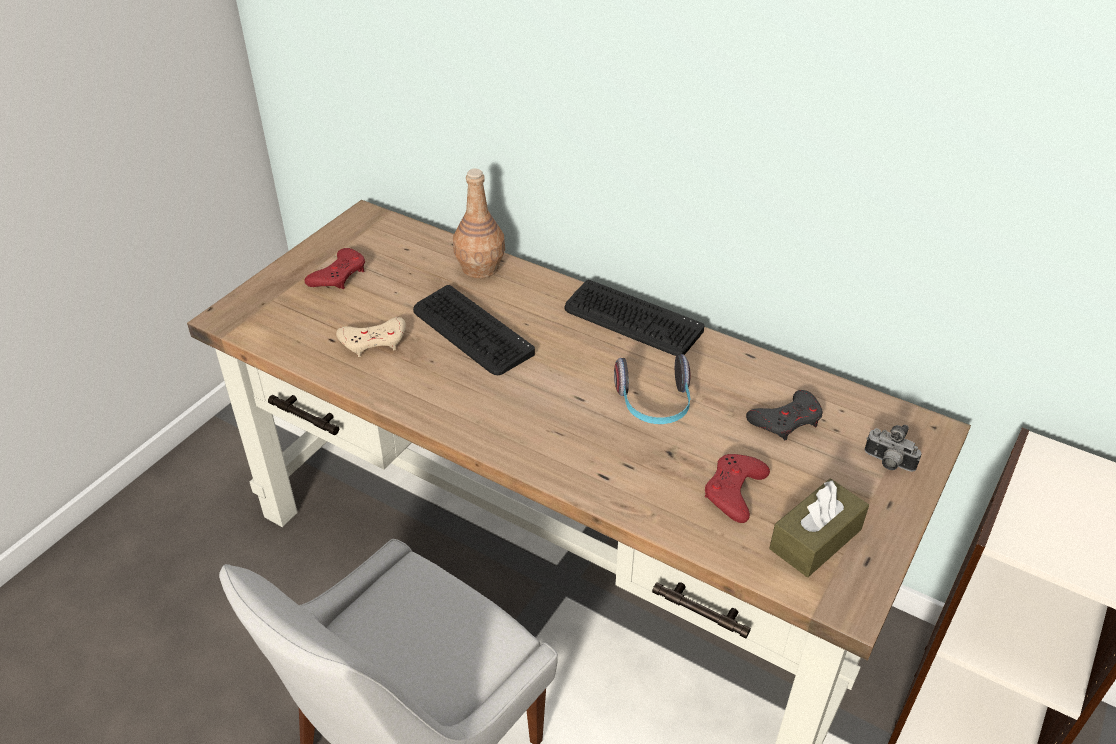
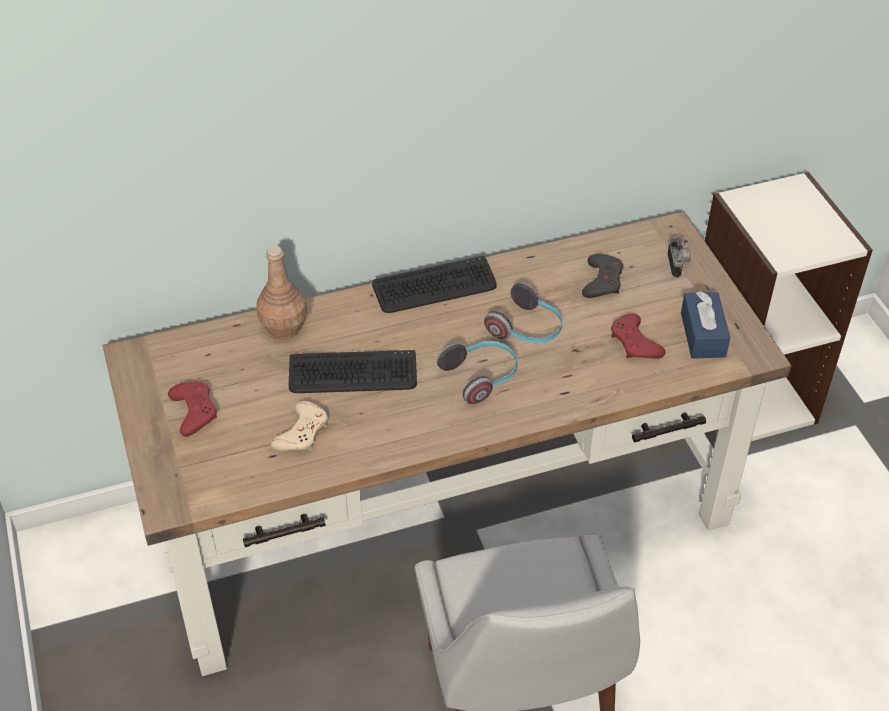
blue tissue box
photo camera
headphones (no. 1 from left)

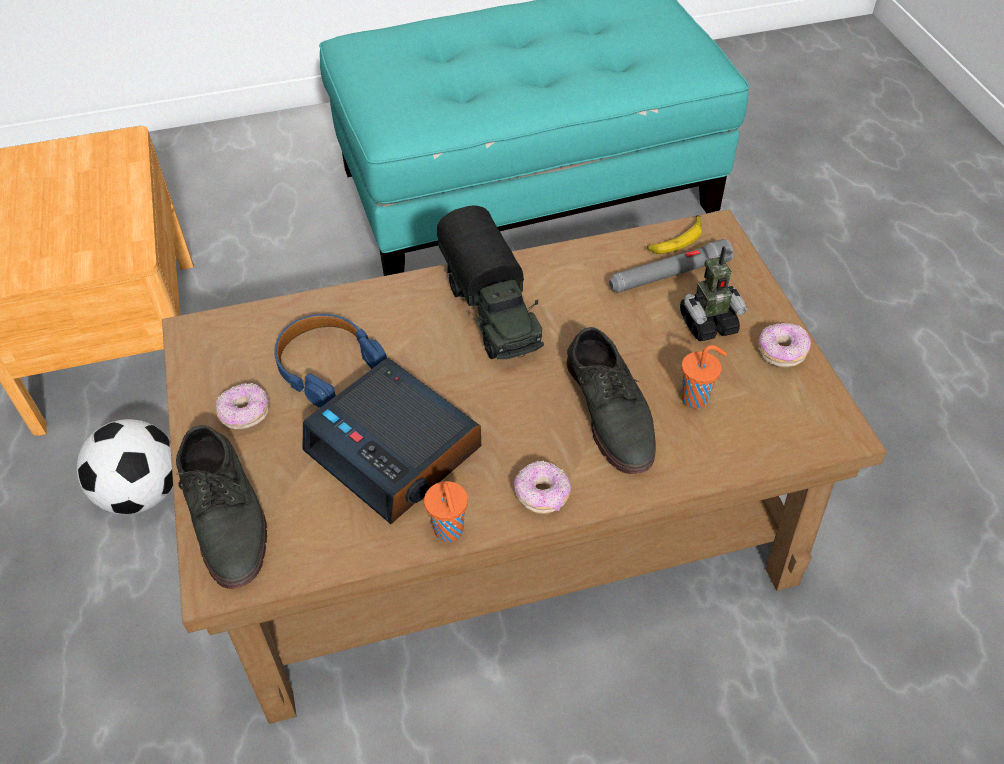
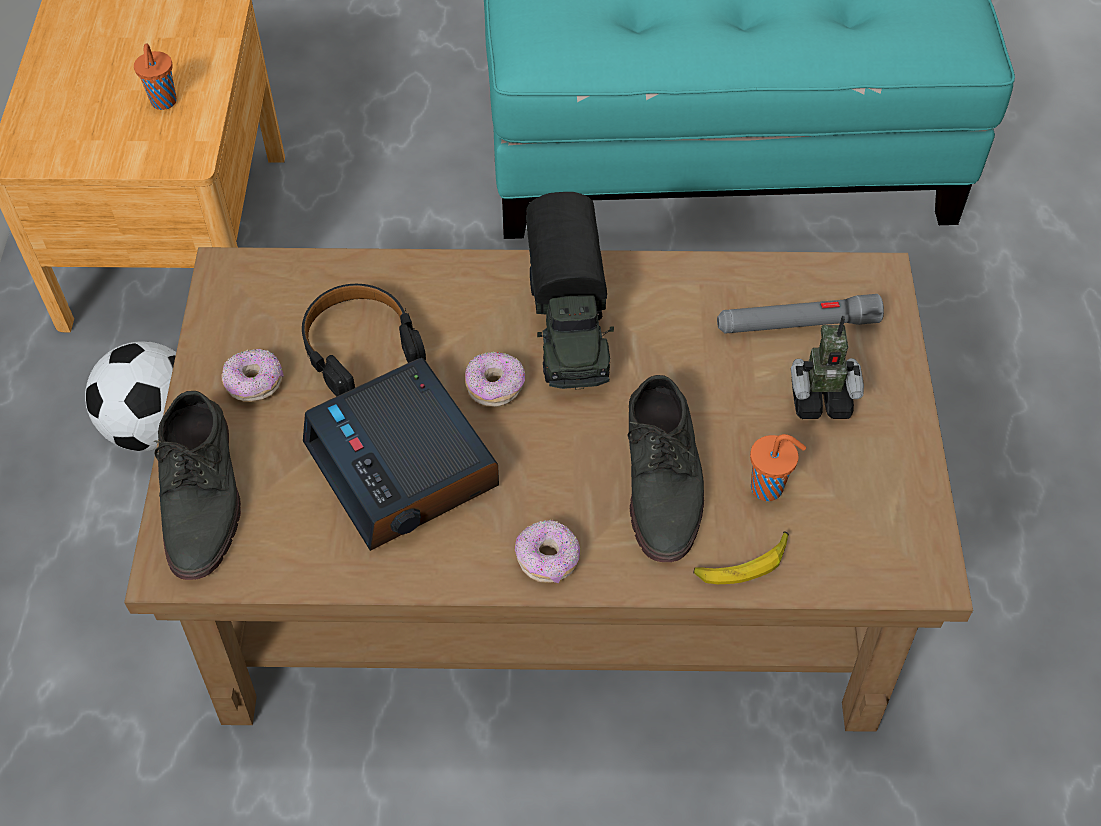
black headphones
orange cup (no. 1 from left)
banana
donut (no. 2 from left)

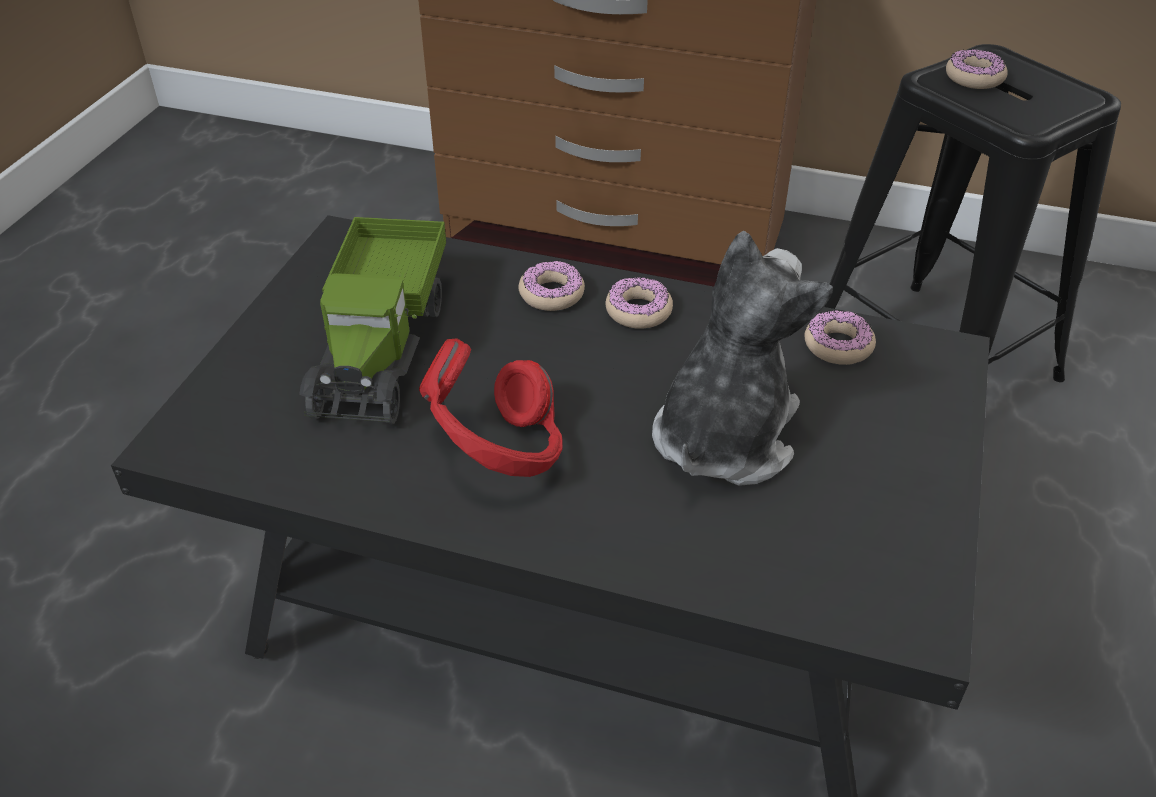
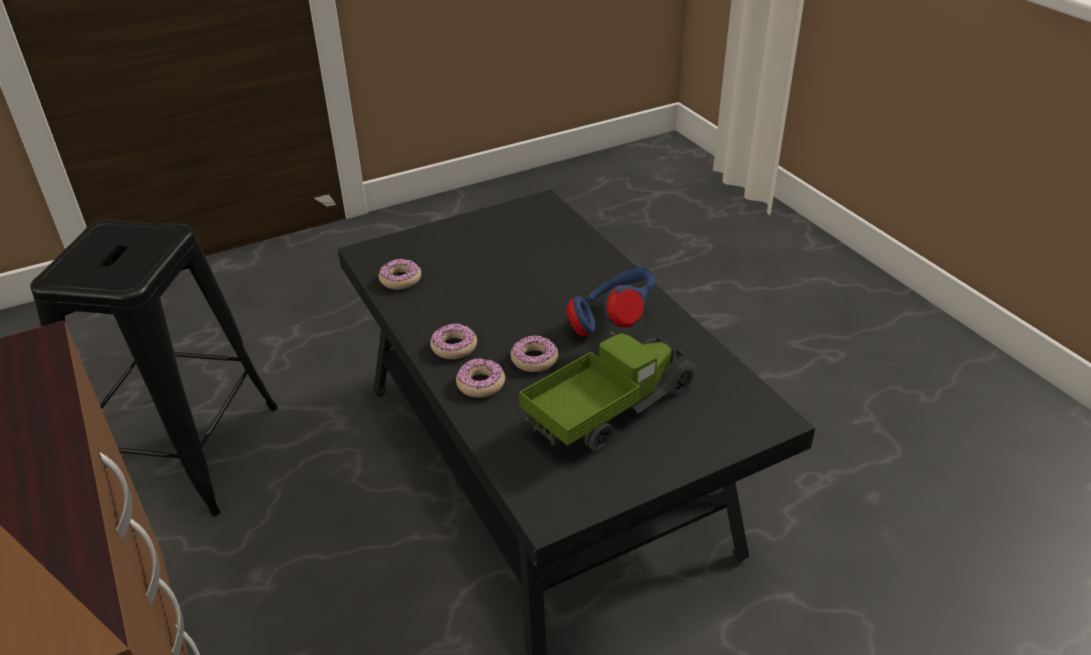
blue headphones
plush toy
donut (no. 4 from left)

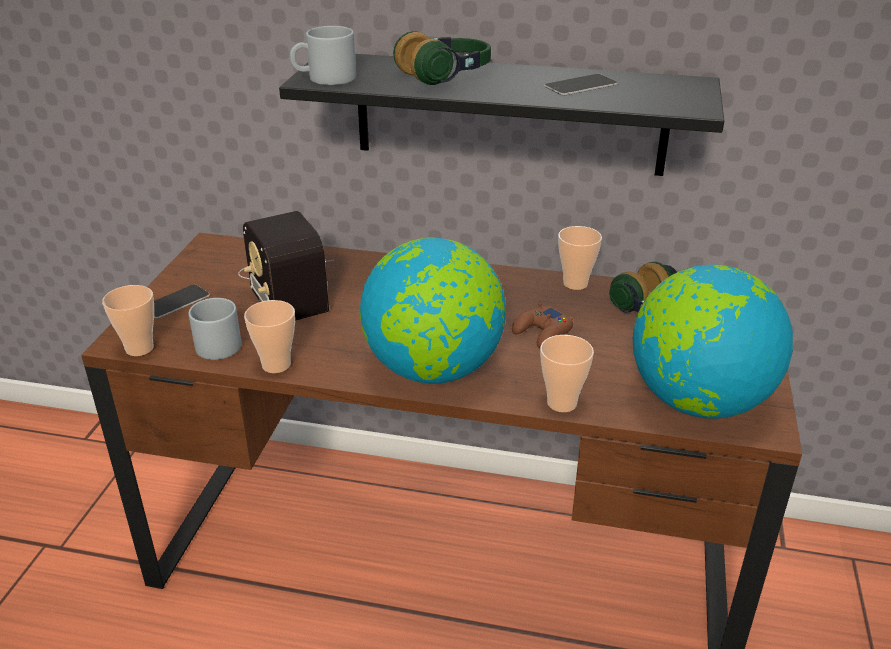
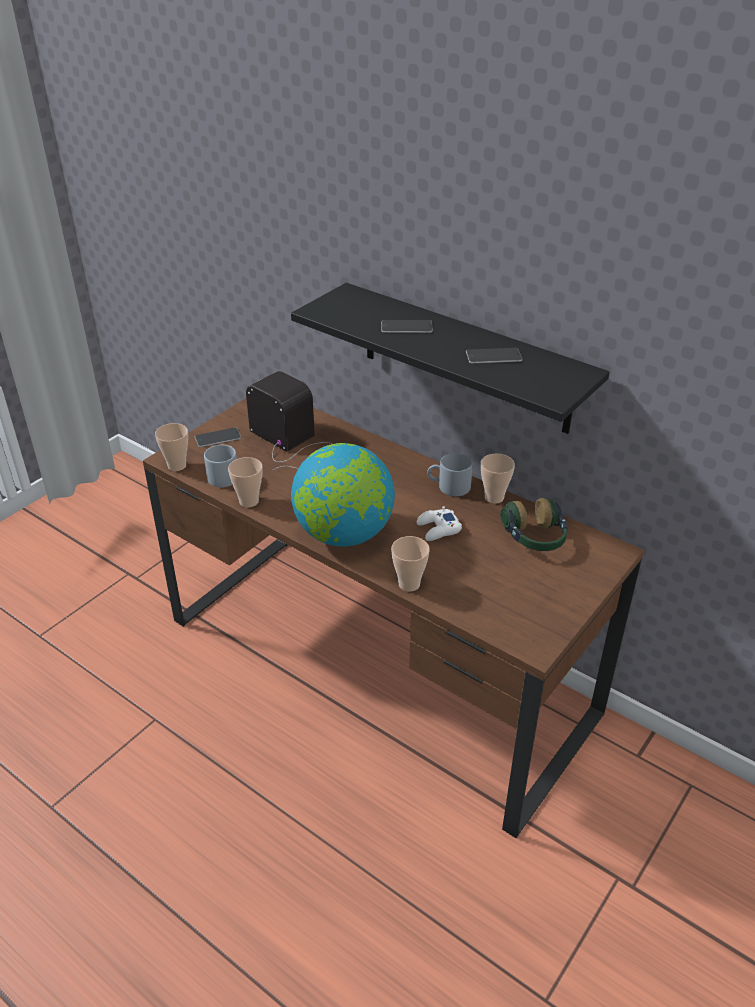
radio
grey mug (no. 2 from left)
phone (no. 2 from left)
white game controller
globe (no. 2 from left in the first image)

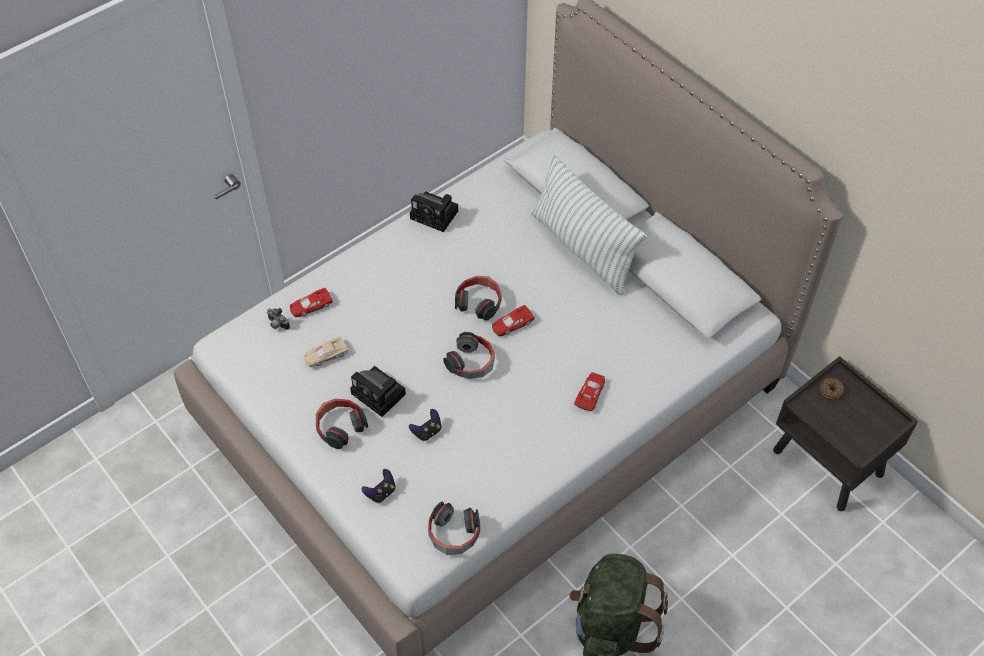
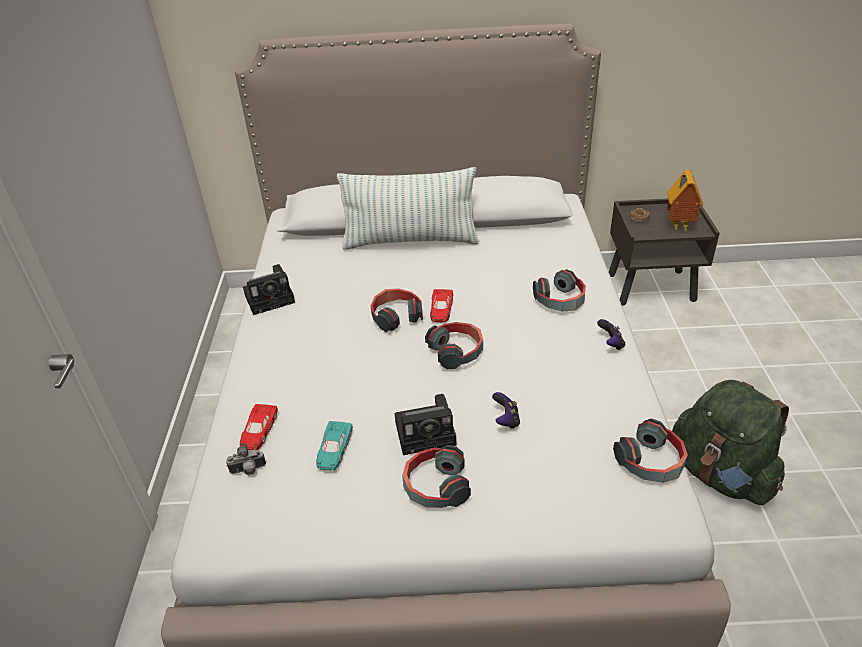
turquoise toy car
game controller (no. 2 from left)
headphones (no. 4 from left)
toy house

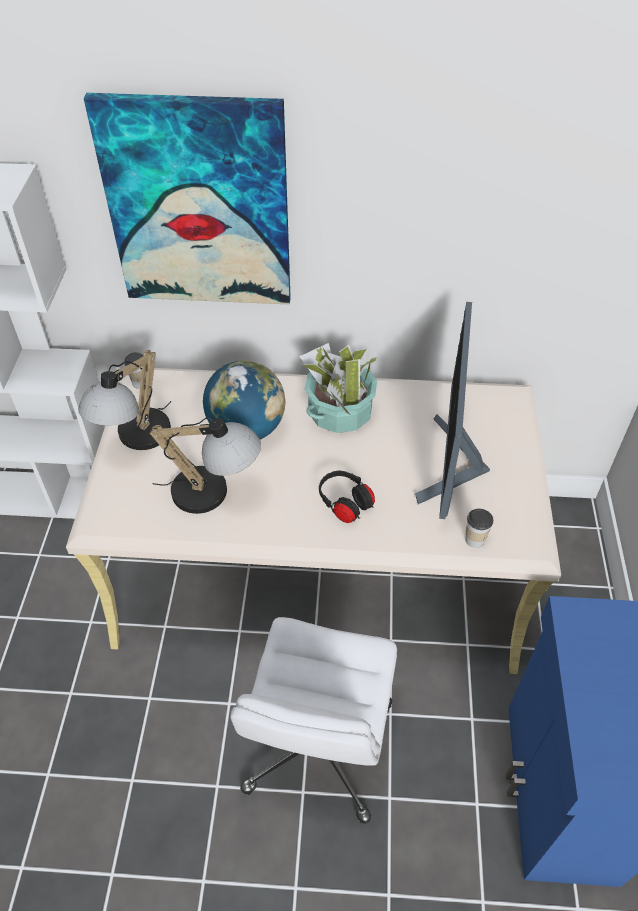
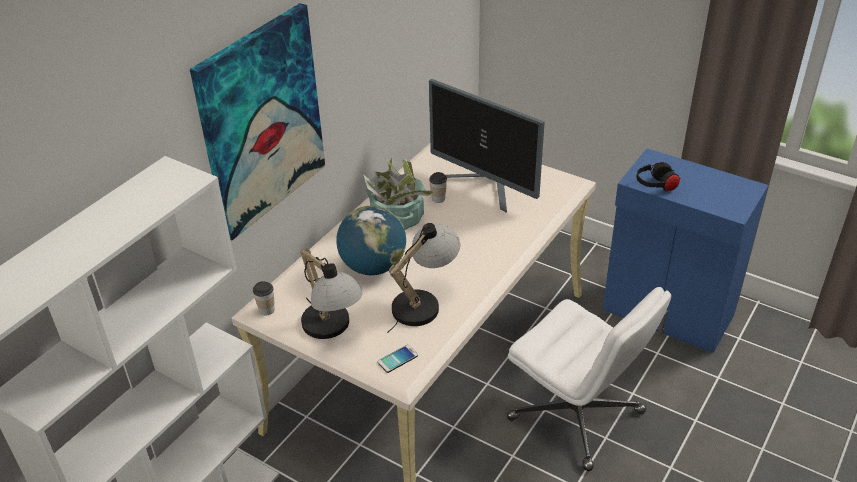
black headphones
cup (no. 2 from left)
phone

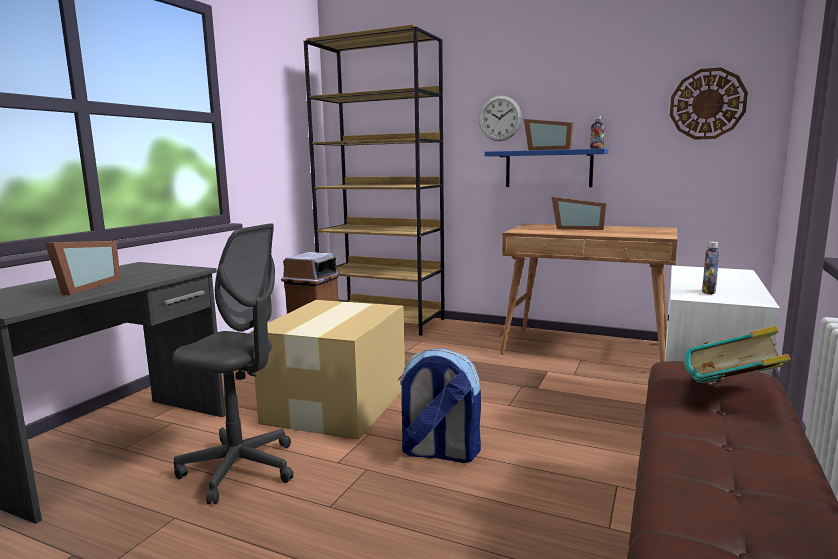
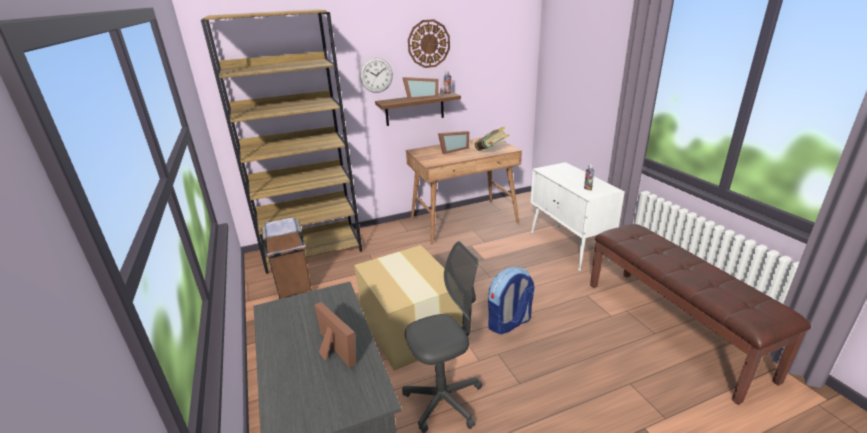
brown shelf
wall clock (no. 2 from left)
book

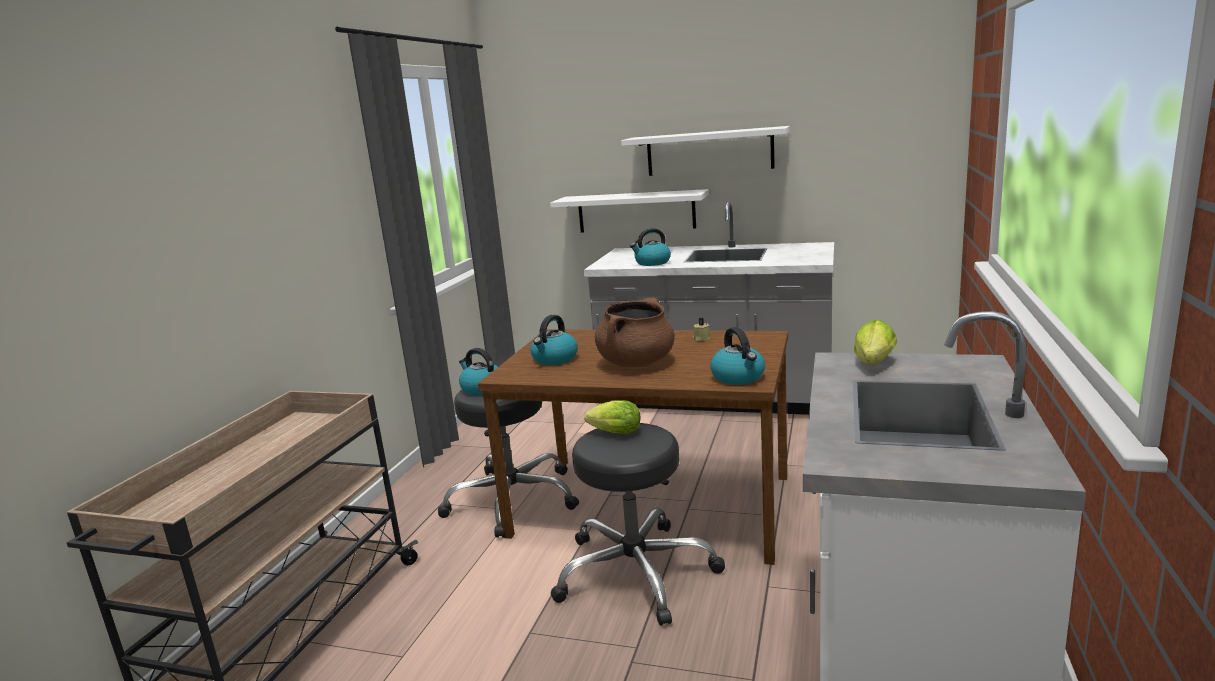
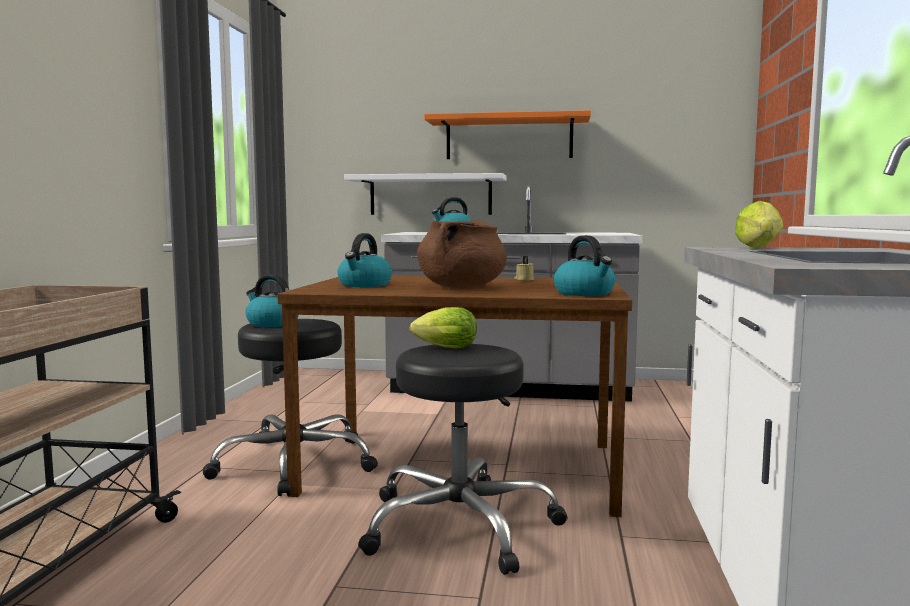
orange shelf

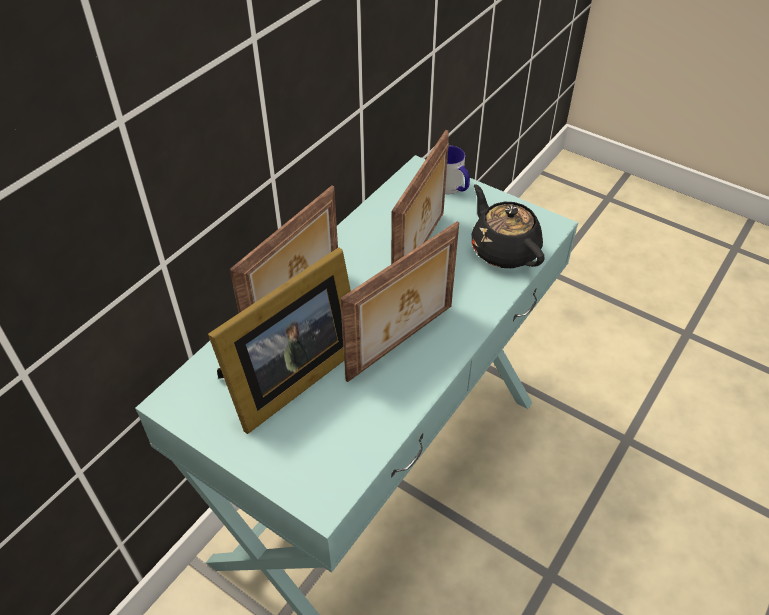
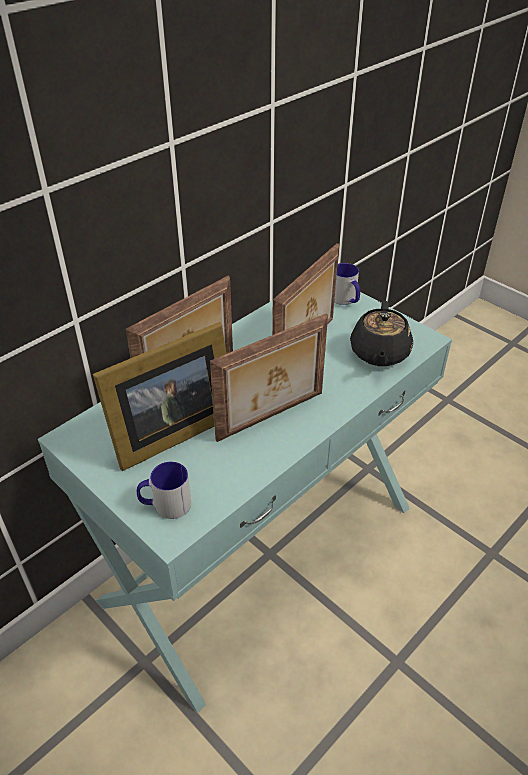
black teapot
mug (no. 1 from left)

